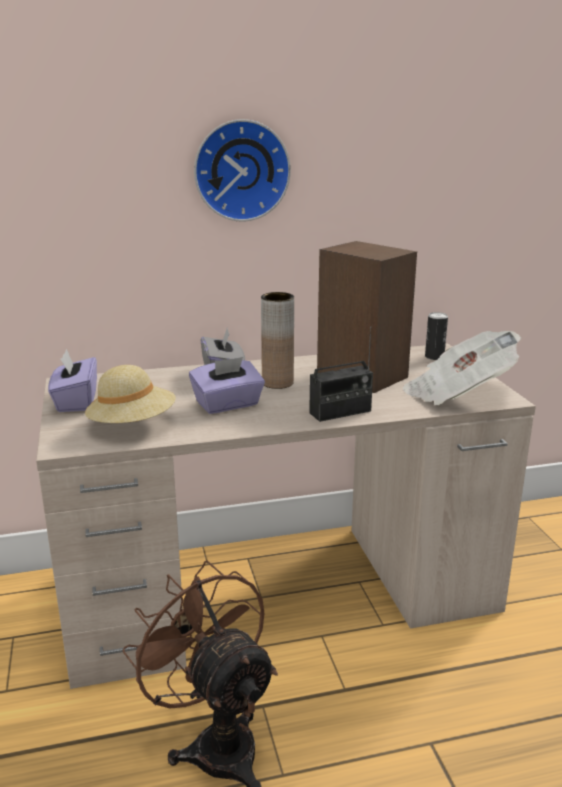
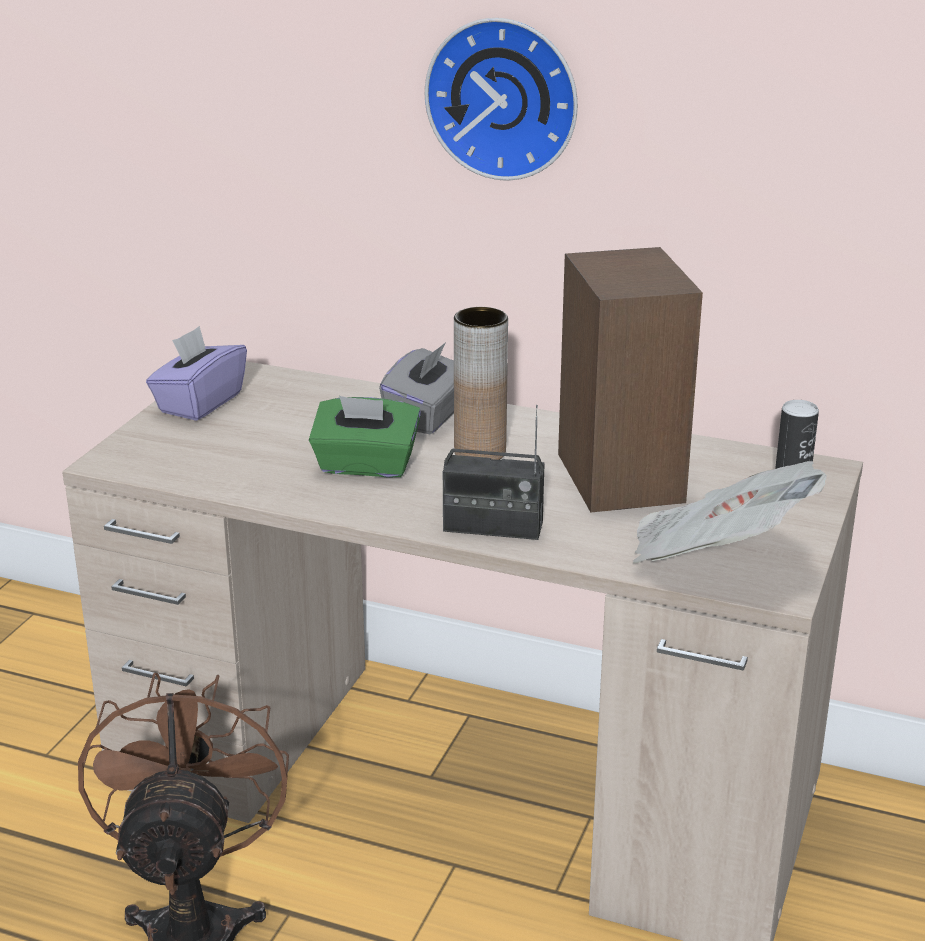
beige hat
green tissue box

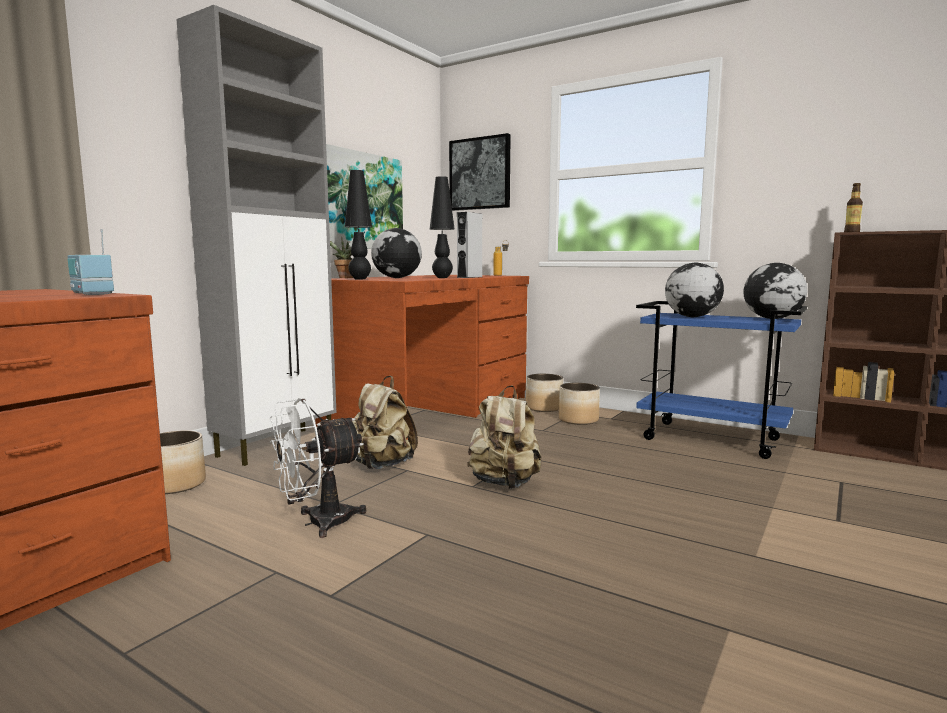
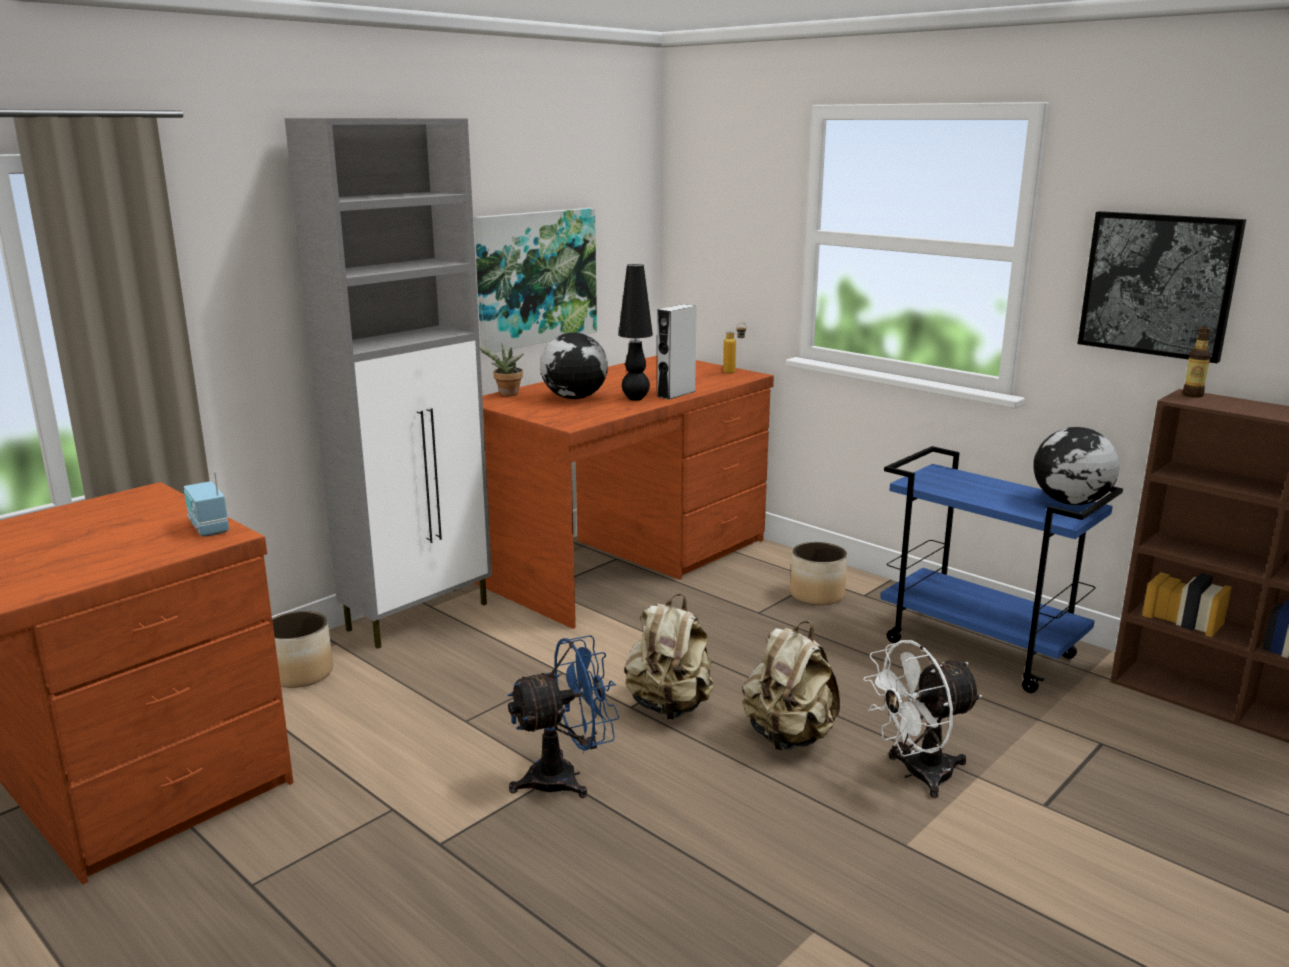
white fan
black table lamp (no. 1 from left in the first image)
beige backpack (no. 2 from left)
picture (no. 2 from left)
planter (no. 2 from left in the first image)
globe (no. 2 from left in the first image)
blue fan

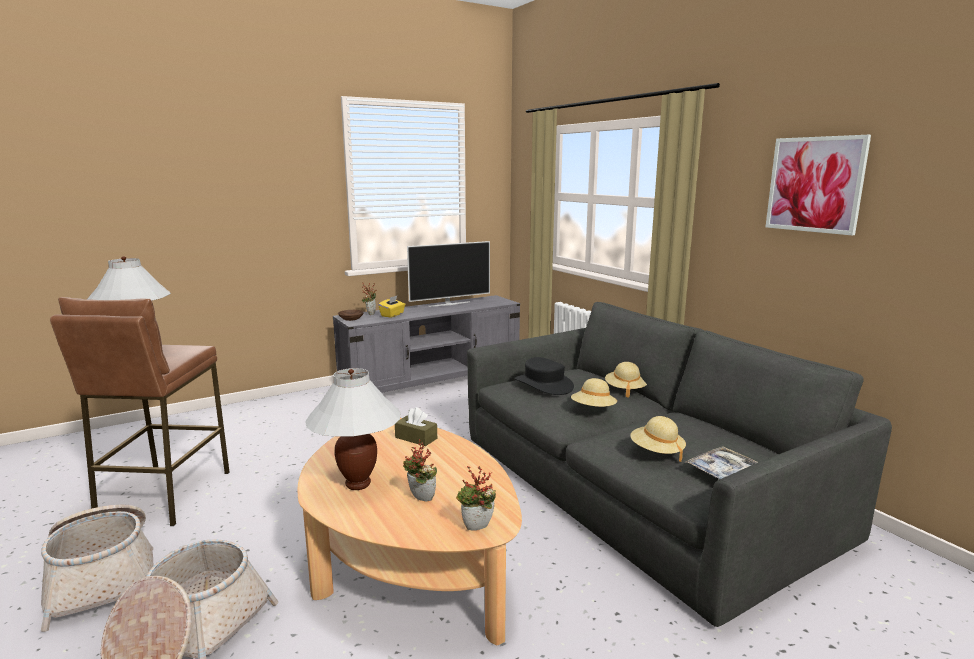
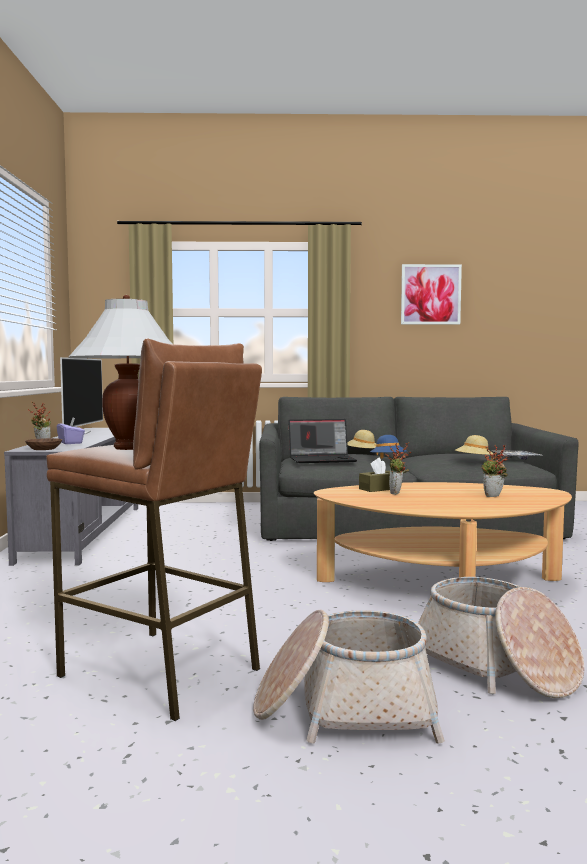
white table lamp (no. 2 from left in the first image)
purple tissue box
potted plant (no. 2 from left)
laptop
blue hat

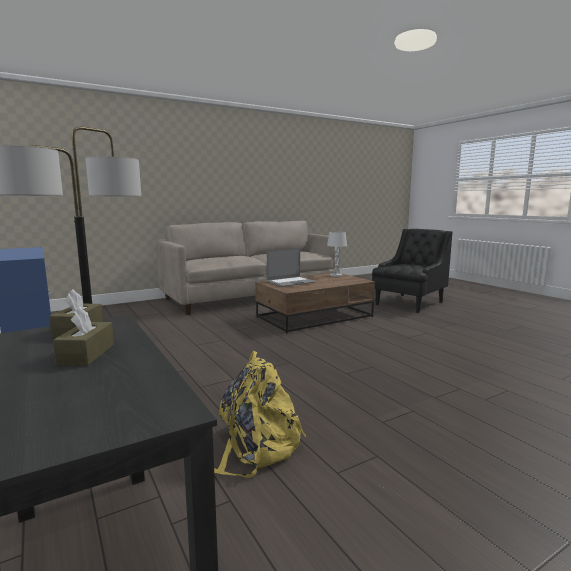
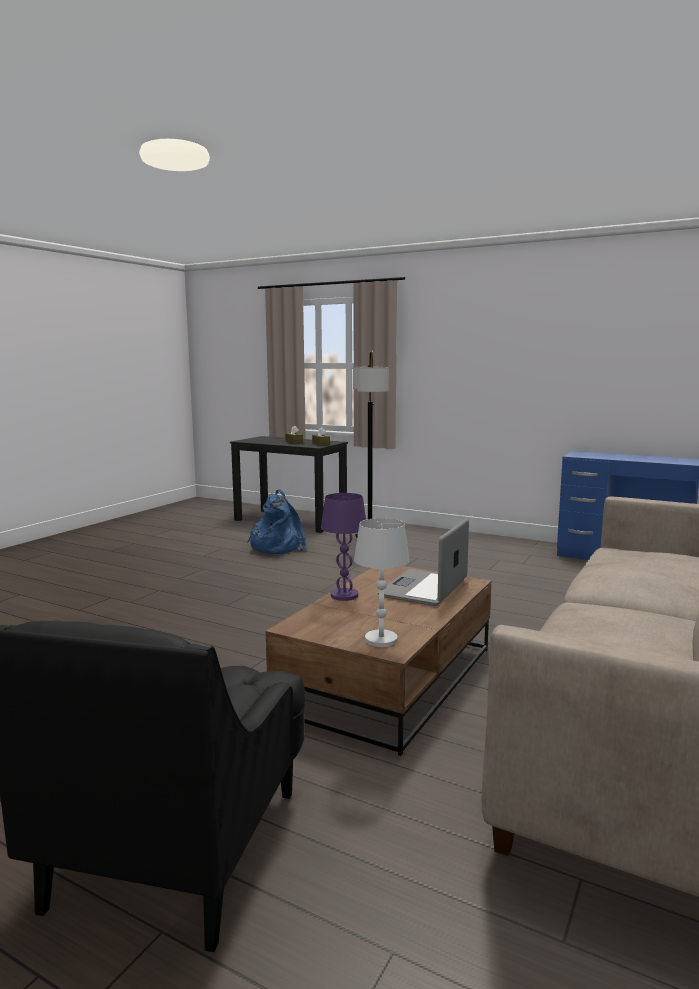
blue backpack
purple table lamp

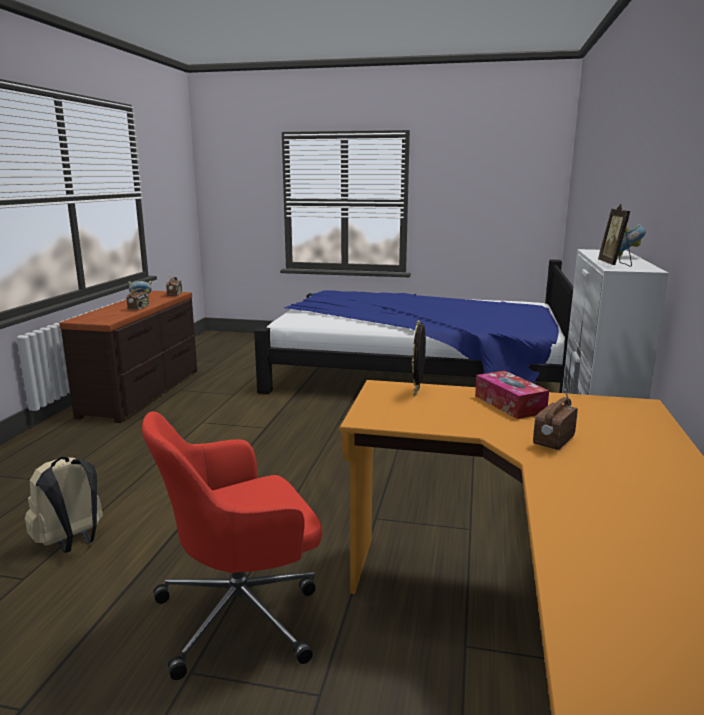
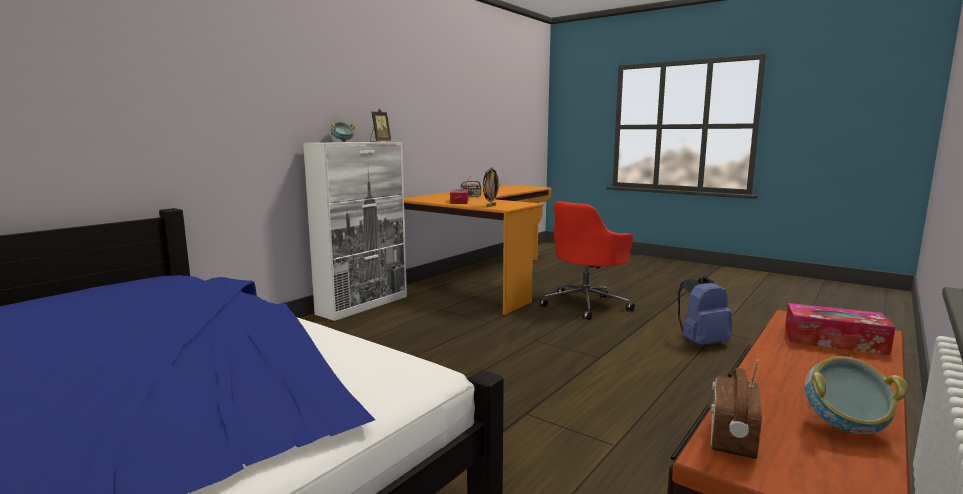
blue backpack
radio (no. 1 from left in the first image)
red office chair
tissue box (no. 2 from left)

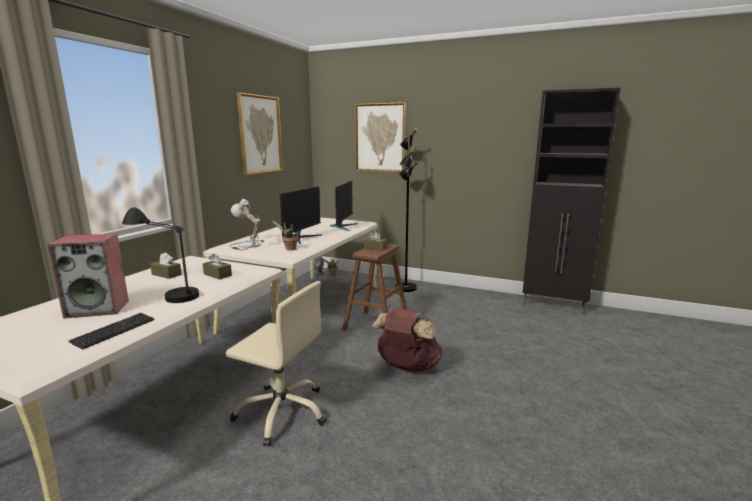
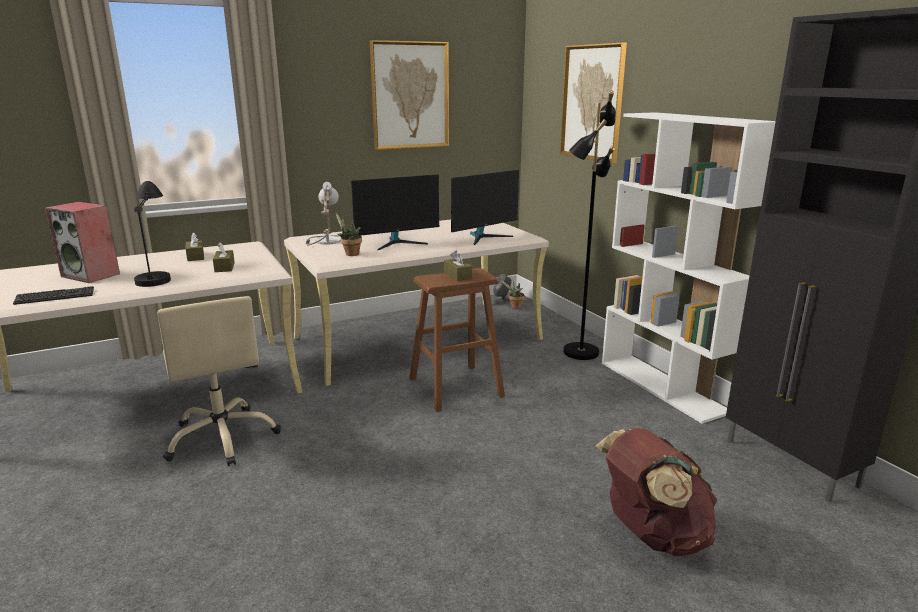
brown backpack
white bookcase

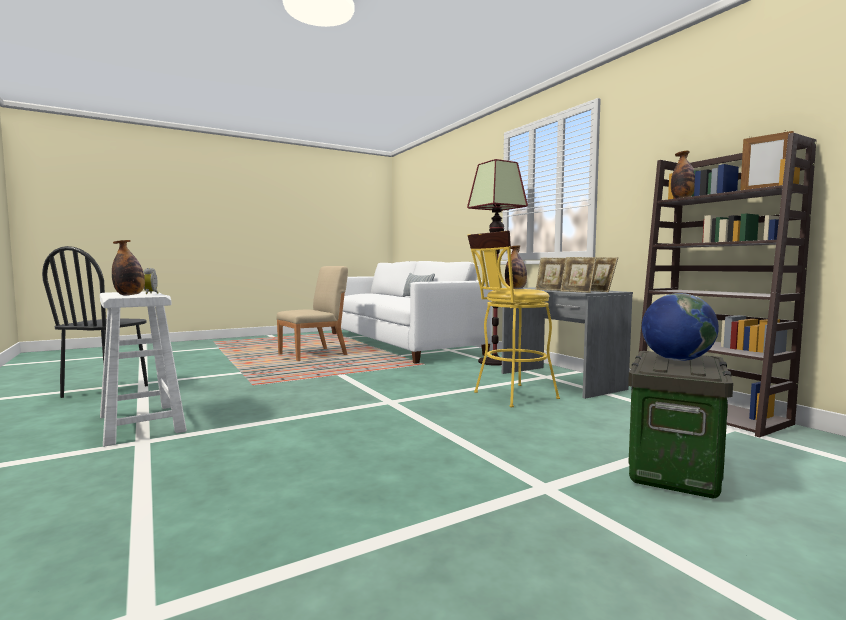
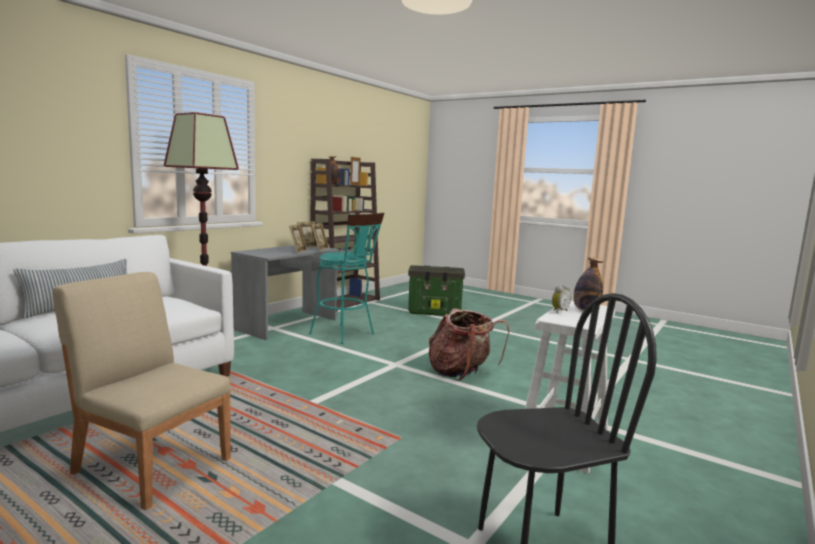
turquoise stool
bottle (no. 2 from left in the first image)
globe
backpack

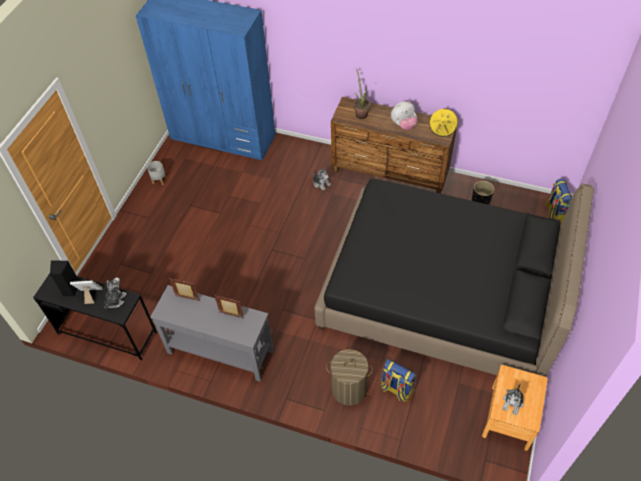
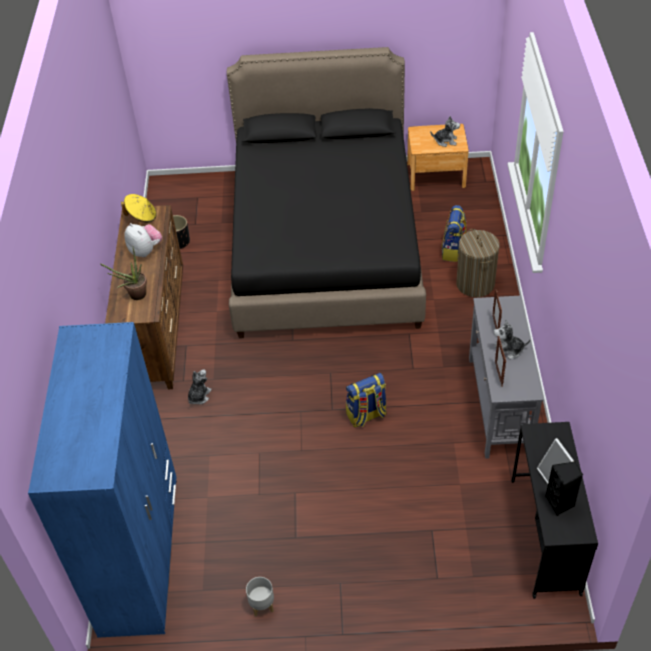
plush toy (no. 4 from left)
backpack (no. 1 from left)

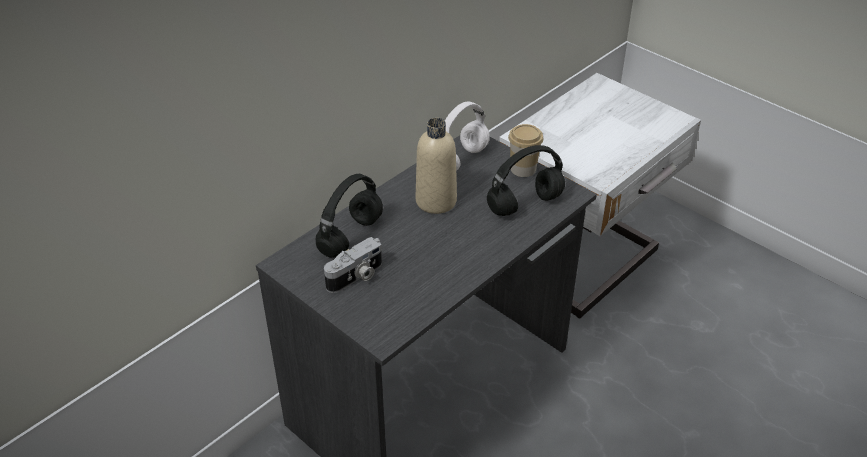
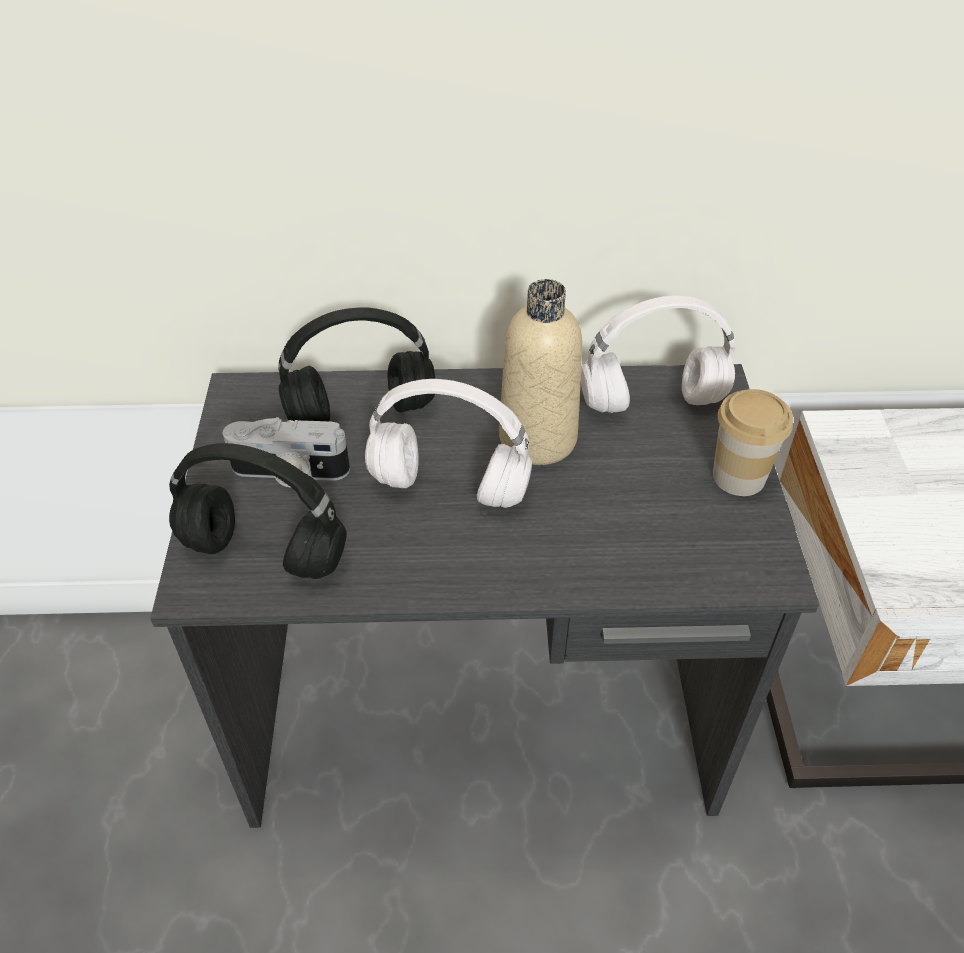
black headphones (no. 1 from left)
white headphones (no. 1 from left)

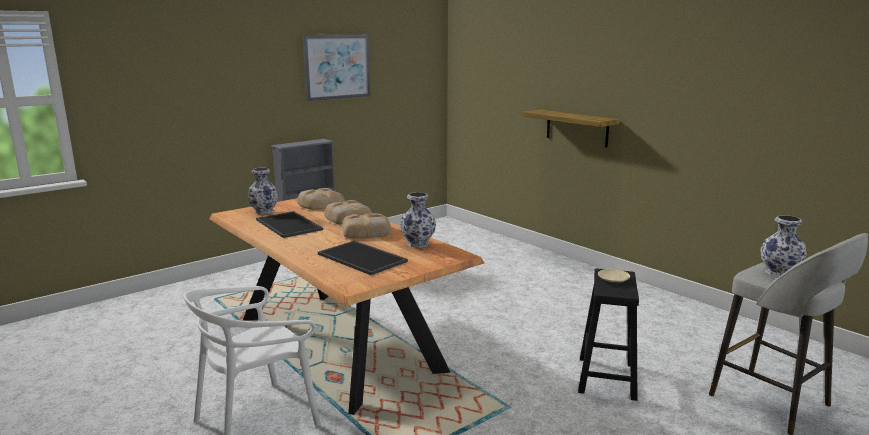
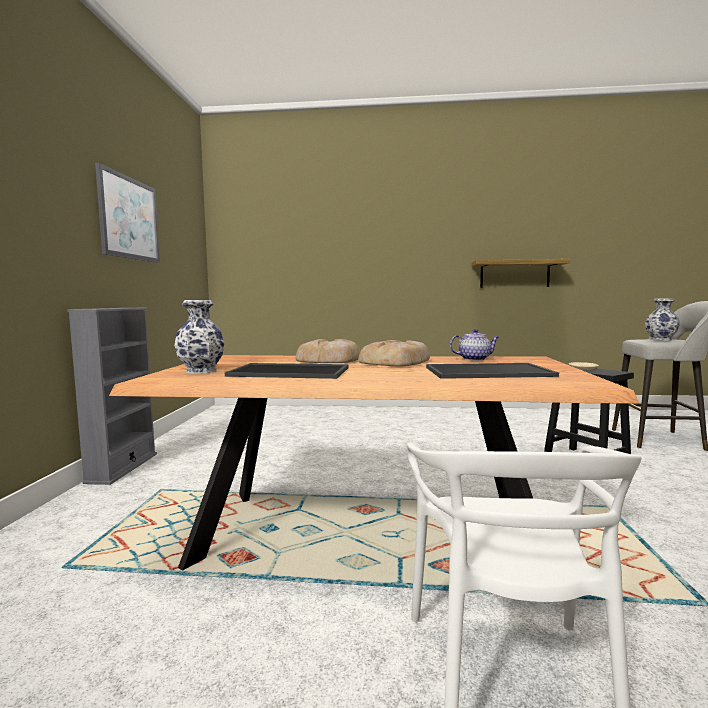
bread (no. 1 from left in the first image)
teapot
shelf

